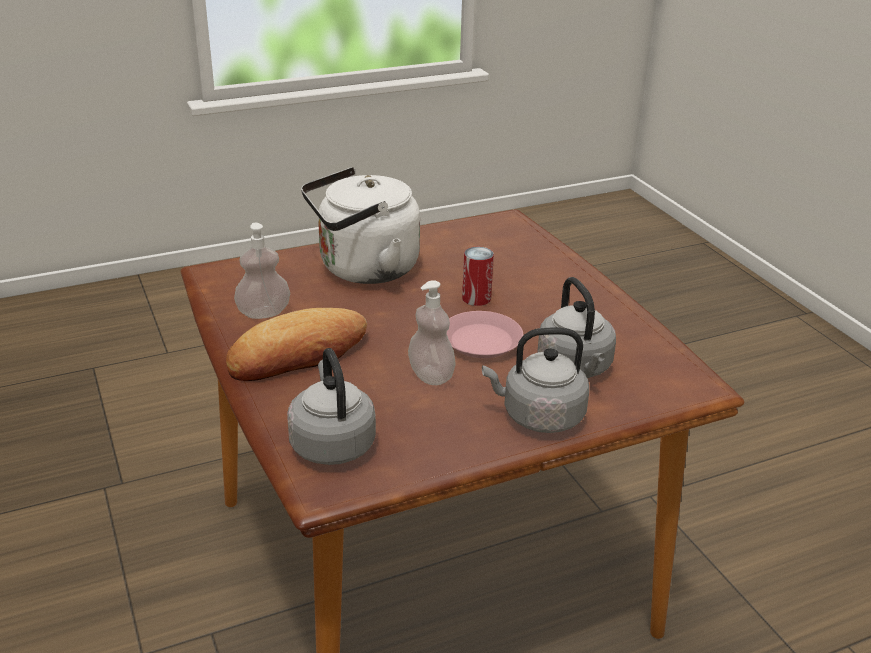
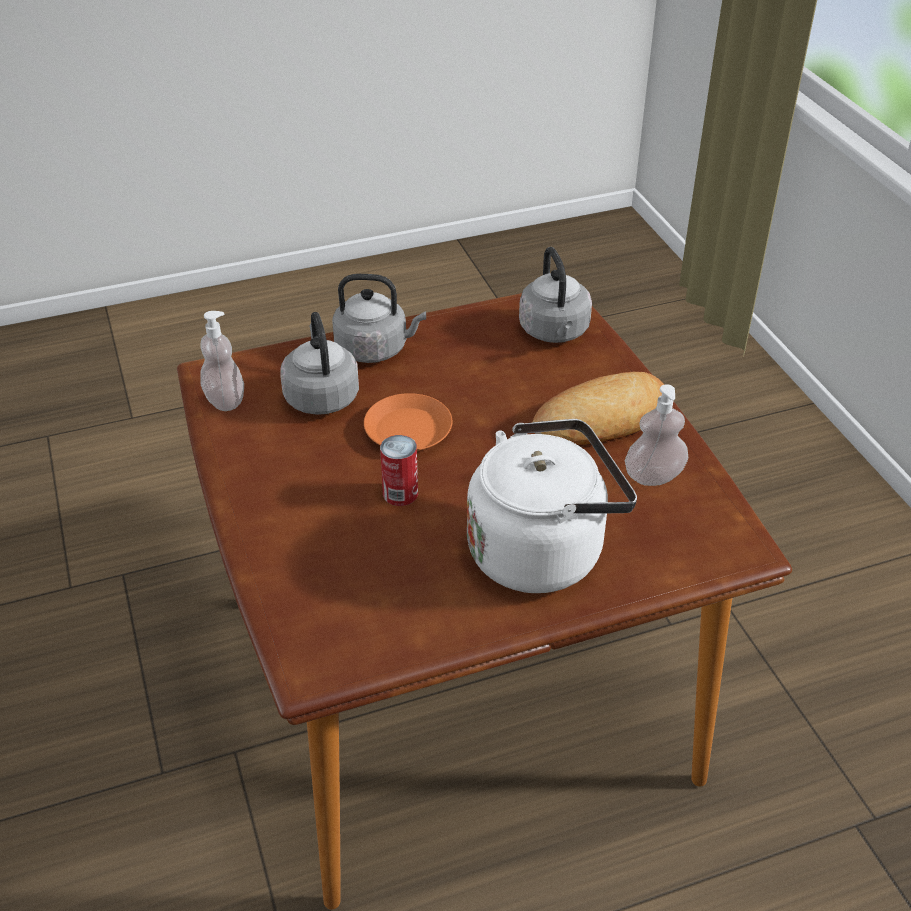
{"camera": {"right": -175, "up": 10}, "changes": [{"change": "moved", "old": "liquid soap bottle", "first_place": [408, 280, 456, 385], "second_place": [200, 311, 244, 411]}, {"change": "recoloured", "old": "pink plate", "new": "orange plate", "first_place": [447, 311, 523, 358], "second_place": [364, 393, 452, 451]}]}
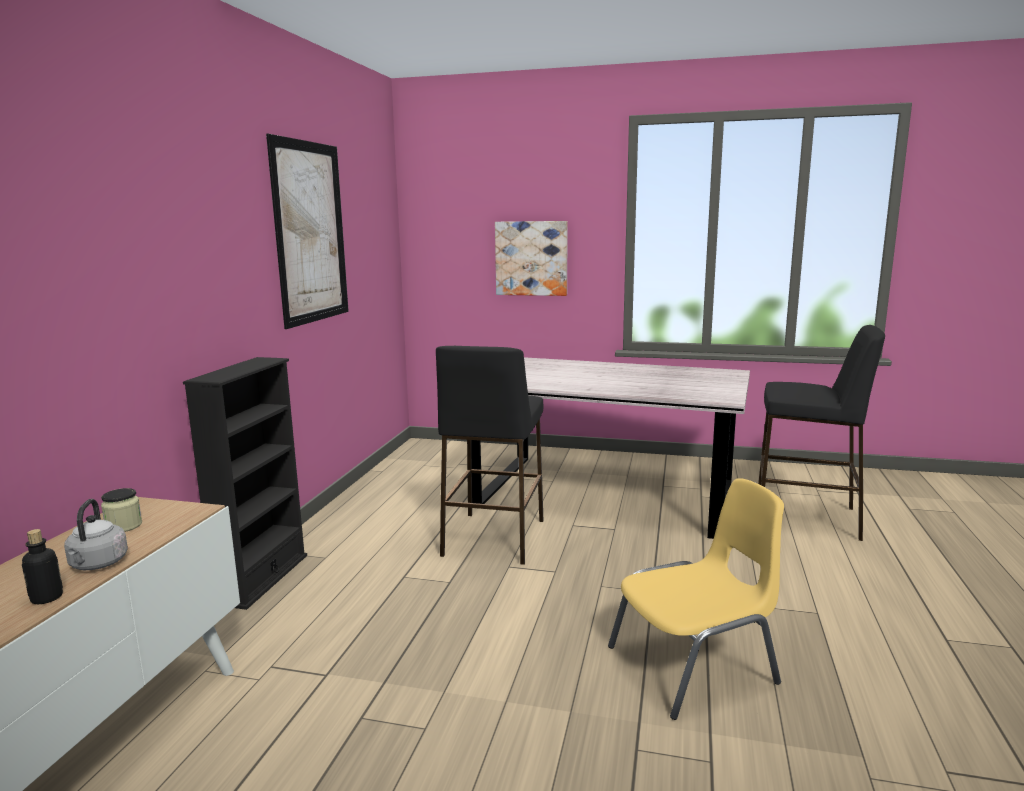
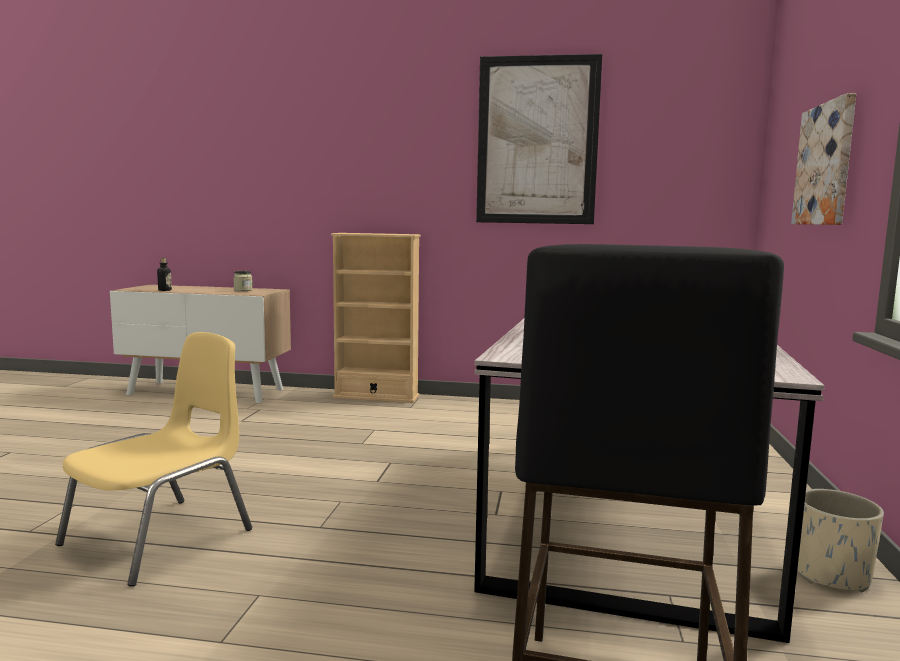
{"camera": {"right": 85, "up": -5}, "changes": [{"change": "removed", "old": "greyish water kettle", "first_place": [64, 499, 128, 570]}, {"change": "recoloured", "old": "black shelving unit", "new": "beige-coloured shelving unit", "first_place": [183, 357, 307, 610], "second_place": [331, 233, 421, 403]}, {"change": "removed", "old": "black stool seat", "first_place": [436, 346, 544, 565]}, {"change": "turned", "old": "yellow-coloured plain chair", "first_place": [608, 478, 784, 720], "second_place": [55, 332, 252, 587], "degrees": -120}, {"change": "added", "new": "beige-coloured planter", "second_place": [797, 489, 884, 592]}]}
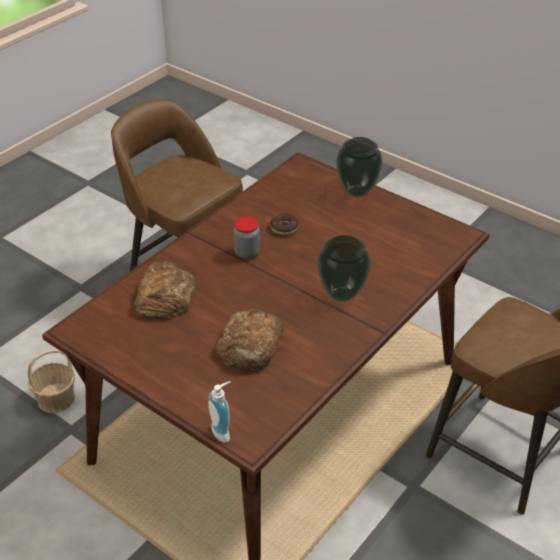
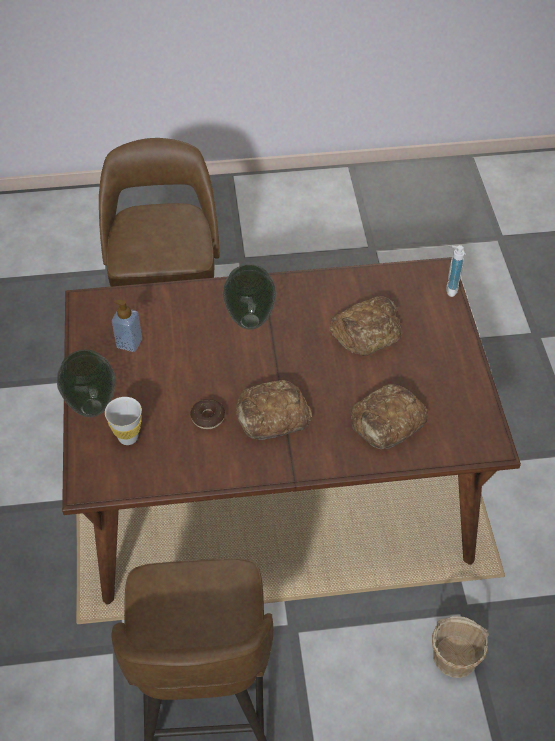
{"camera": {"right": -135, "up": 10}, "changes": [{"change": "replaced", "old": "jar", "new": "bakery bread", "first_place": [233, 216, 260, 259], "second_place": [236, 380, 312, 440]}, {"change": "added", "new": "white-coloured cup", "second_place": [105, 397, 142, 445]}, {"change": "added", "new": "liquid soap bottle", "second_place": [112, 300, 142, 352]}]}
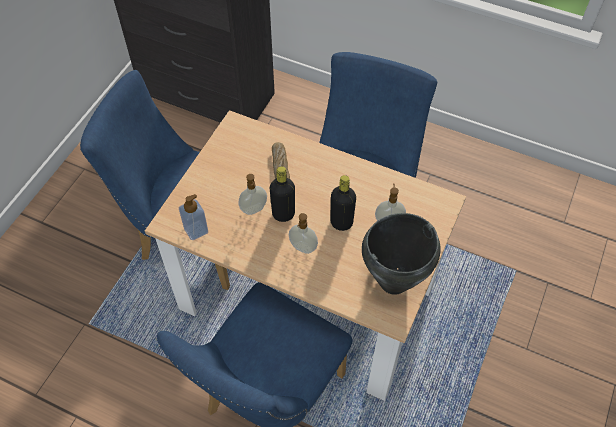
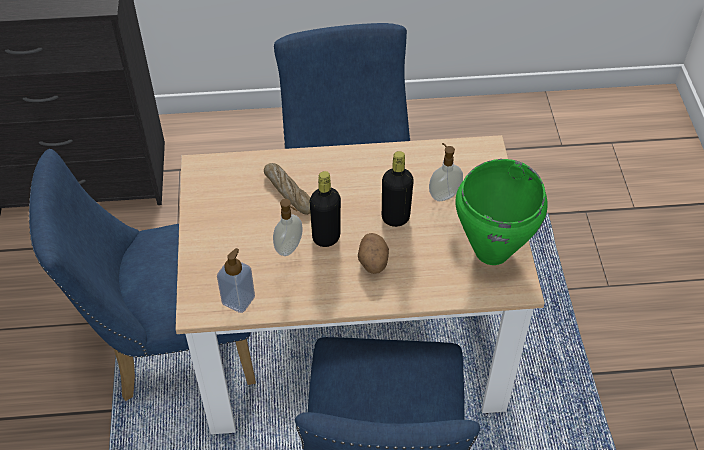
{"camera": {"right": -30, "up": -5}, "changes": [{"change": "replaced", "old": "liquid soap bottle", "new": "whole potato", "first_place": [289, 213, 318, 254], "second_place": [358, 233, 389, 274]}, {"change": "recoloured", "old": "black stockpot", "new": "greenish stockpot", "first_place": [362, 213, 441, 295], "second_place": [455, 159, 548, 265]}]}
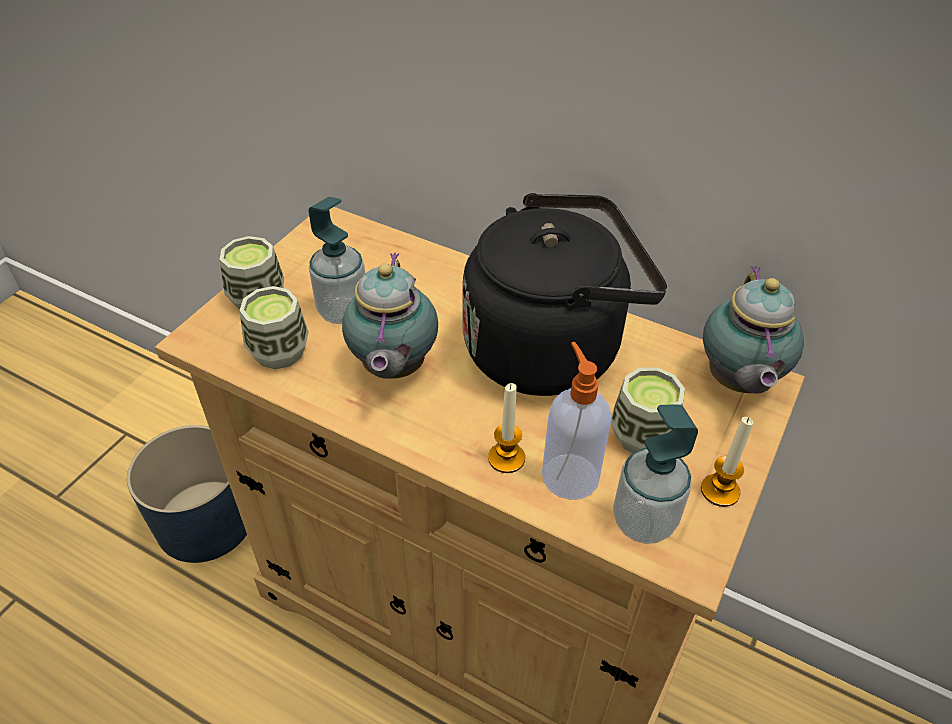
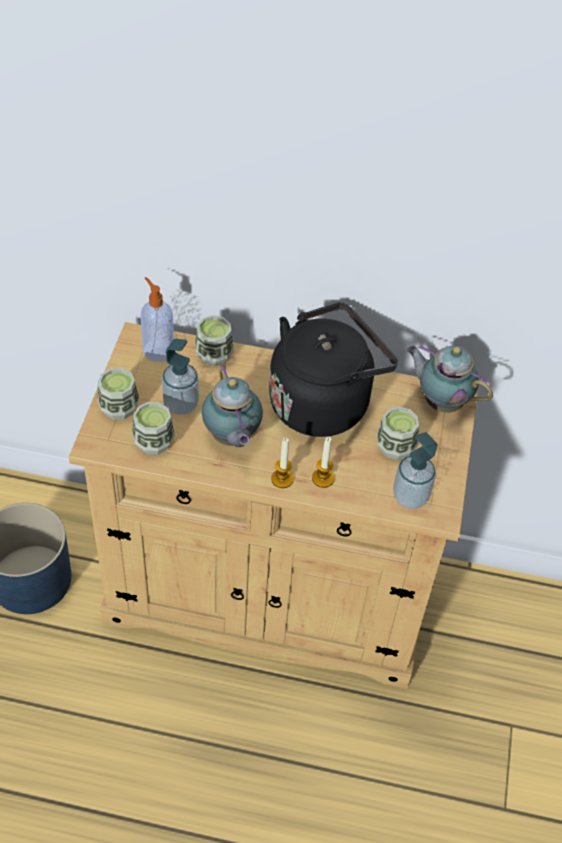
{"camera": {"right": -20, "up": 5}, "changes": [{"change": "moved", "old": "liquid soap bottle", "first_place": [542, 342, 612, 500], "second_place": [140, 277, 174, 362]}, {"change": "moved", "old": "wax candle", "first_place": [701, 417, 753, 507], "second_place": [271, 438, 294, 488]}, {"change": "turned", "old": "teapot", "first_place": [703, 266, 804, 394], "second_place": [407, 344, 493, 413], "degrees": 135}, {"change": "added", "new": "cup", "second_place": [195, 315, 234, 366]}]}
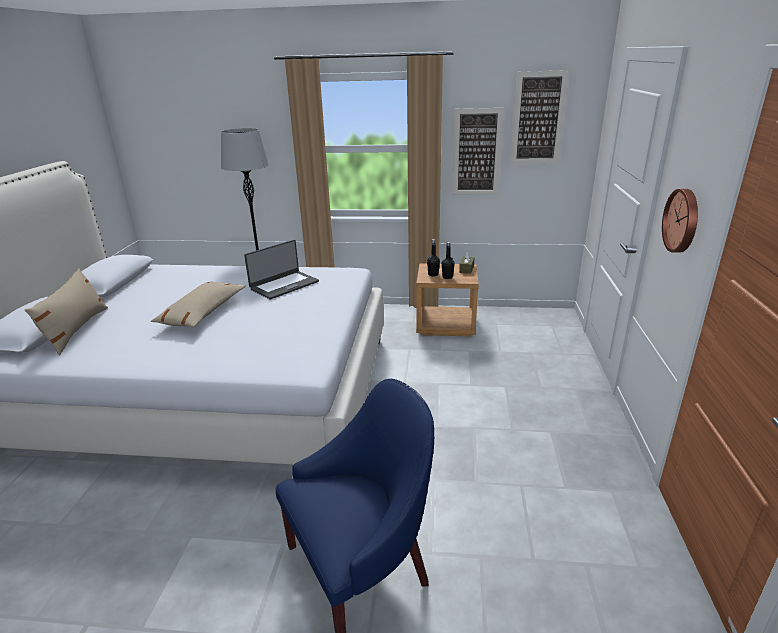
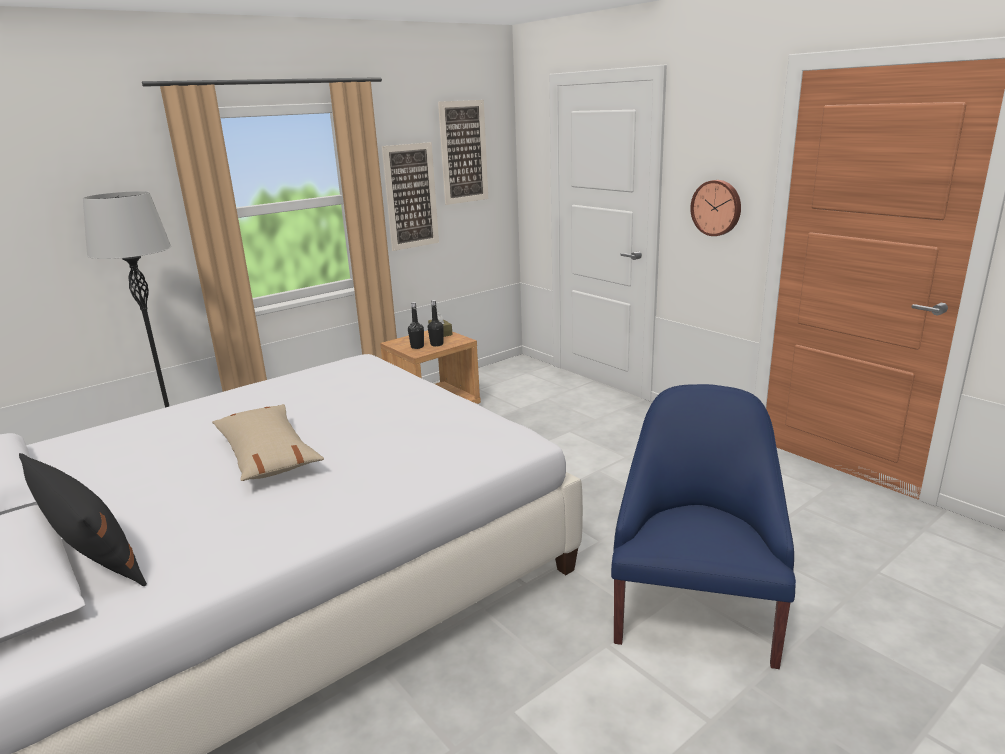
{"camera": {"right": -45, "up": -5}, "changes": [{"change": "recoloured", "old": "beige-coloured cushion", "new": "black cushion", "first_place": [25, 268, 108, 355], "second_place": [19, 453, 147, 586]}, {"change": "removed", "old": "laptop", "first_place": [244, 240, 319, 299]}]}
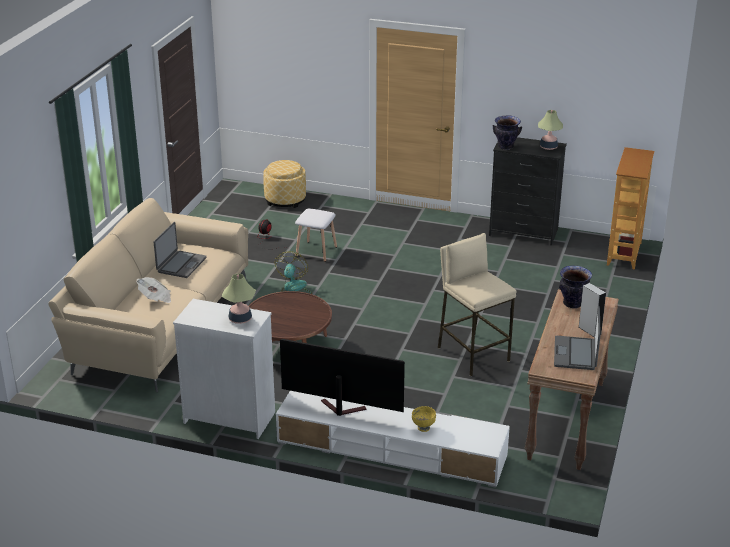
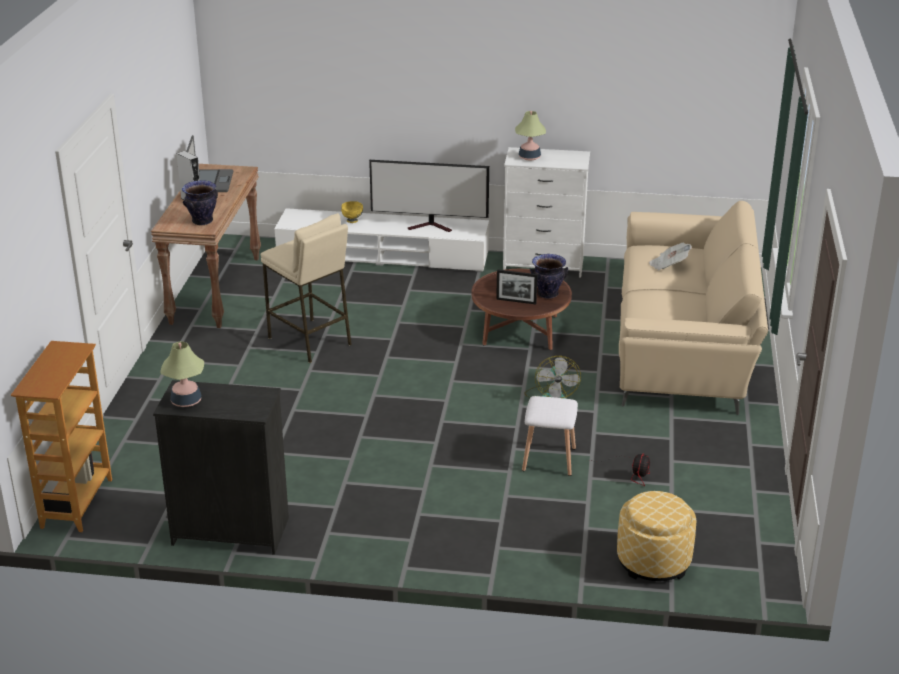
{"camera": {"right": 170, "up": 0}, "changes": [{"change": "removed", "old": "laptop", "first_place": [154, 222, 207, 278]}, {"change": "moved", "old": "decorative vase", "first_place": [493, 116, 522, 150], "second_place": [530, 254, 568, 299]}, {"change": "added", "new": "photo frame", "second_place": [496, 269, 538, 304]}]}
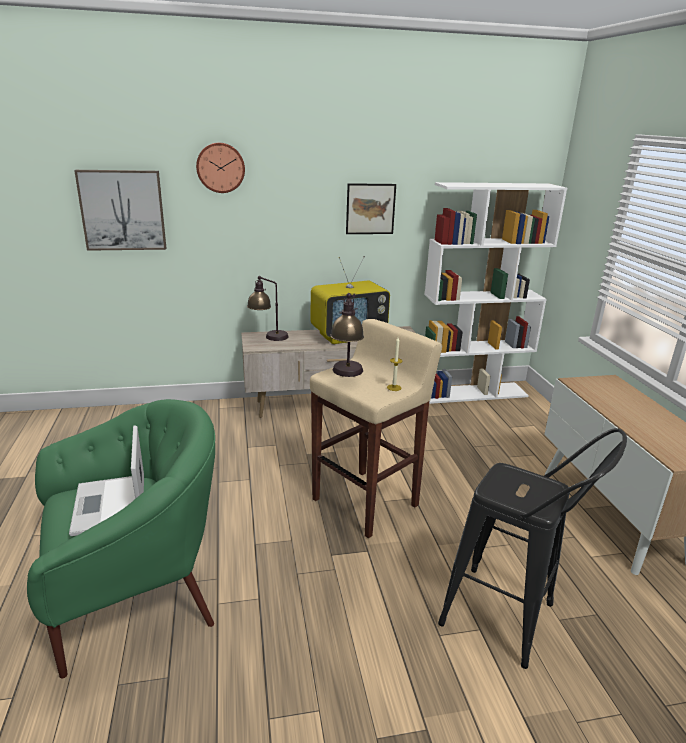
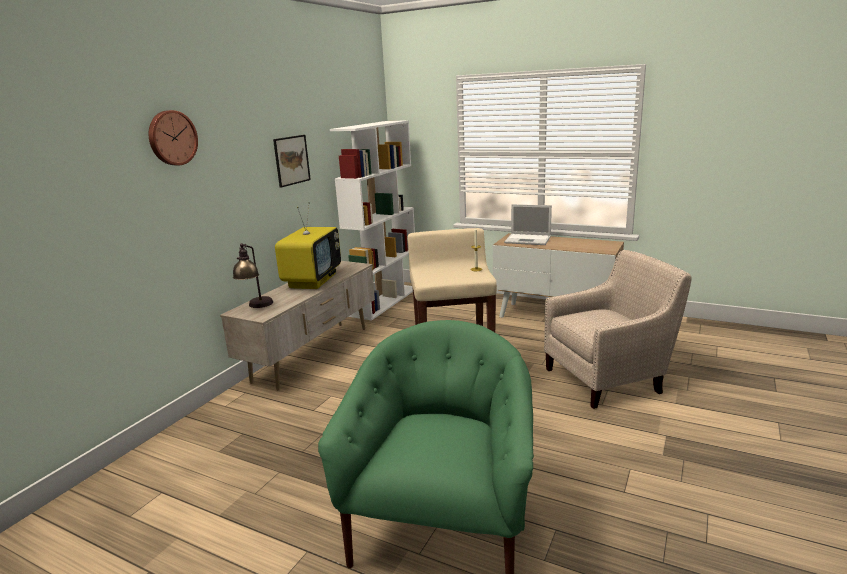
{"camera": {"right": -50, "up": -5}, "changes": [{"change": "moved", "old": "laptop", "first_place": [69, 426, 144, 536], "second_place": [504, 204, 552, 245]}, {"change": "removed", "old": "wall art", "first_place": [74, 170, 166, 251]}, {"change": "removed", "old": "table lamp", "first_place": [330, 293, 364, 377]}, {"change": "replaced", "old": "black stool seat", "new": "beige-coloured armchair", "first_place": [438, 428, 627, 669], "second_place": [544, 250, 692, 409]}]}
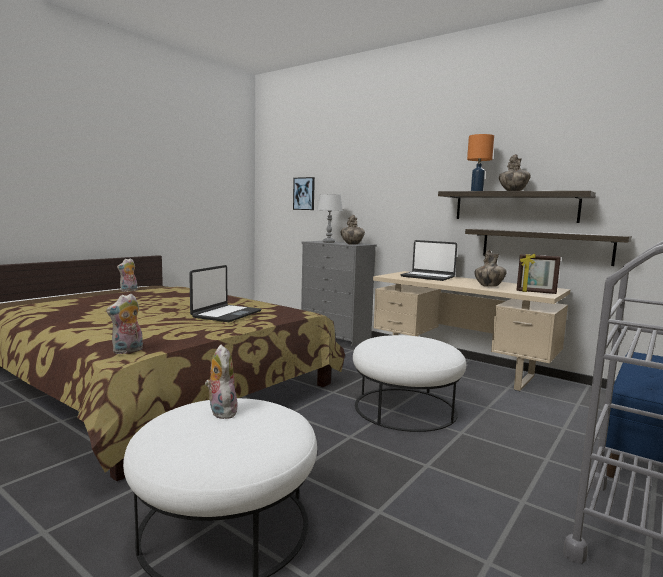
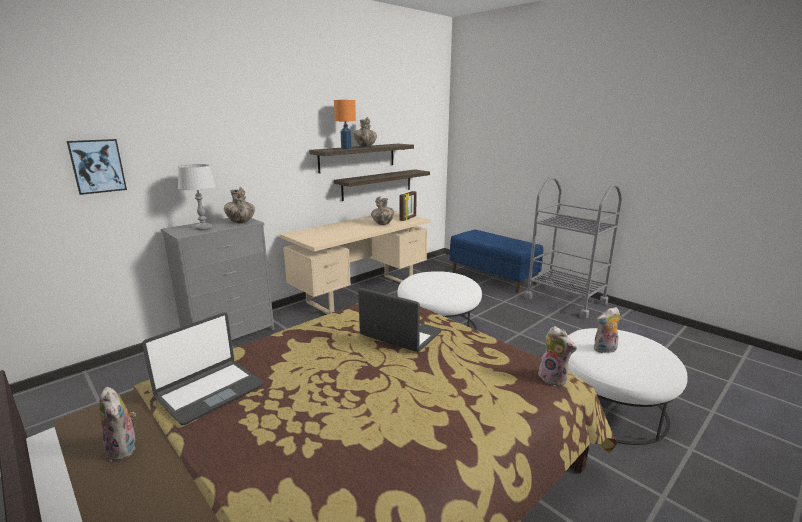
{"camera": {"right": -80, "up": 10}, "changes": [{"change": "moved", "old": "laptop", "first_place": [400, 240, 457, 281], "second_place": [142, 312, 263, 425]}]}
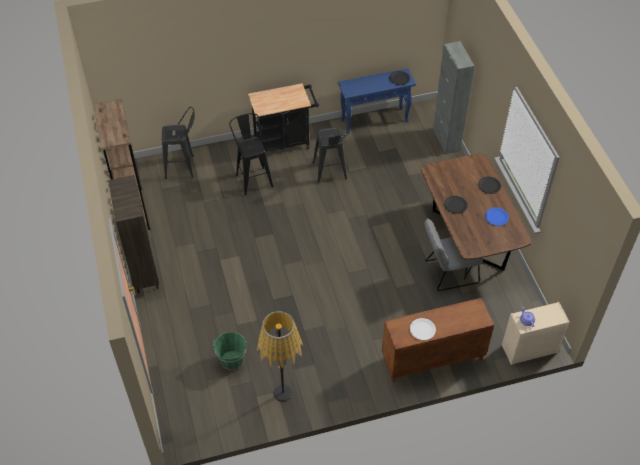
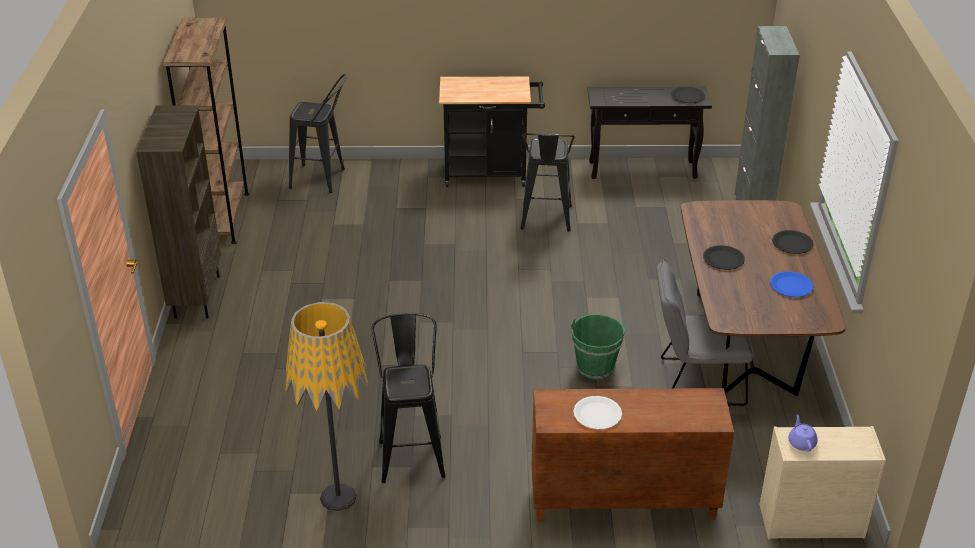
{"camera": {"right": 15, "up": -15}, "changes": [{"change": "moved", "old": "greenish bucket", "first_place": [213, 332, 247, 370], "second_place": [571, 314, 626, 380]}, {"change": "moved", "old": "black stool seat", "first_place": [229, 113, 273, 195], "second_place": [371, 313, 446, 483]}, {"change": "recoloured", "old": "blue-coloured hall table", "new": "black hall table", "first_place": [338, 68, 416, 134], "second_place": [587, 86, 712, 179]}]}
